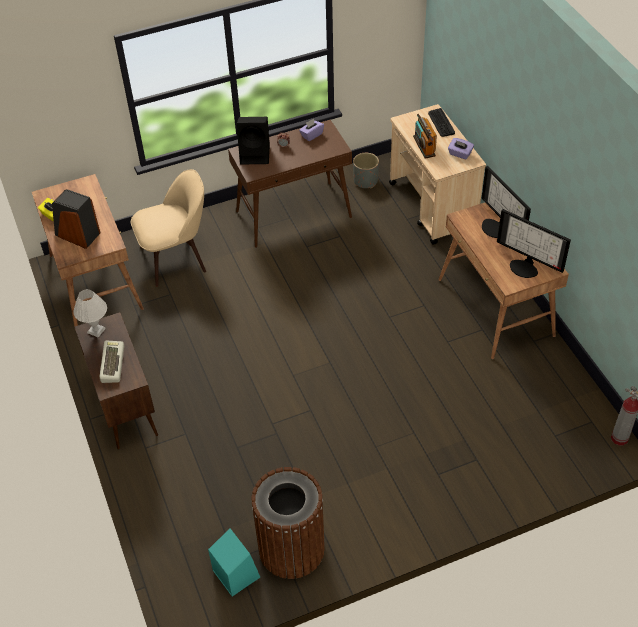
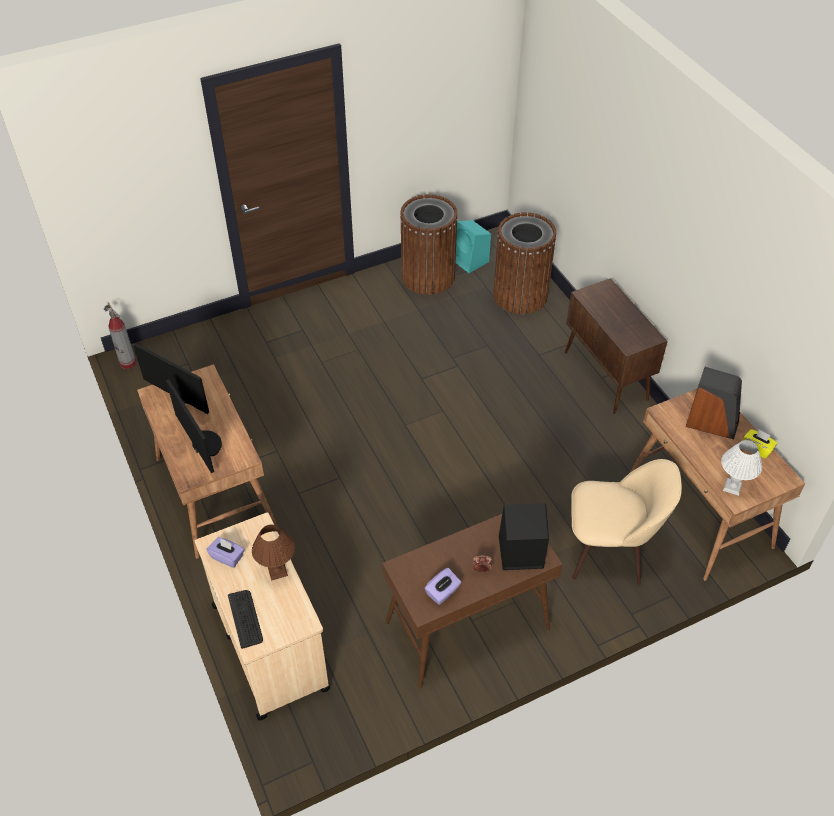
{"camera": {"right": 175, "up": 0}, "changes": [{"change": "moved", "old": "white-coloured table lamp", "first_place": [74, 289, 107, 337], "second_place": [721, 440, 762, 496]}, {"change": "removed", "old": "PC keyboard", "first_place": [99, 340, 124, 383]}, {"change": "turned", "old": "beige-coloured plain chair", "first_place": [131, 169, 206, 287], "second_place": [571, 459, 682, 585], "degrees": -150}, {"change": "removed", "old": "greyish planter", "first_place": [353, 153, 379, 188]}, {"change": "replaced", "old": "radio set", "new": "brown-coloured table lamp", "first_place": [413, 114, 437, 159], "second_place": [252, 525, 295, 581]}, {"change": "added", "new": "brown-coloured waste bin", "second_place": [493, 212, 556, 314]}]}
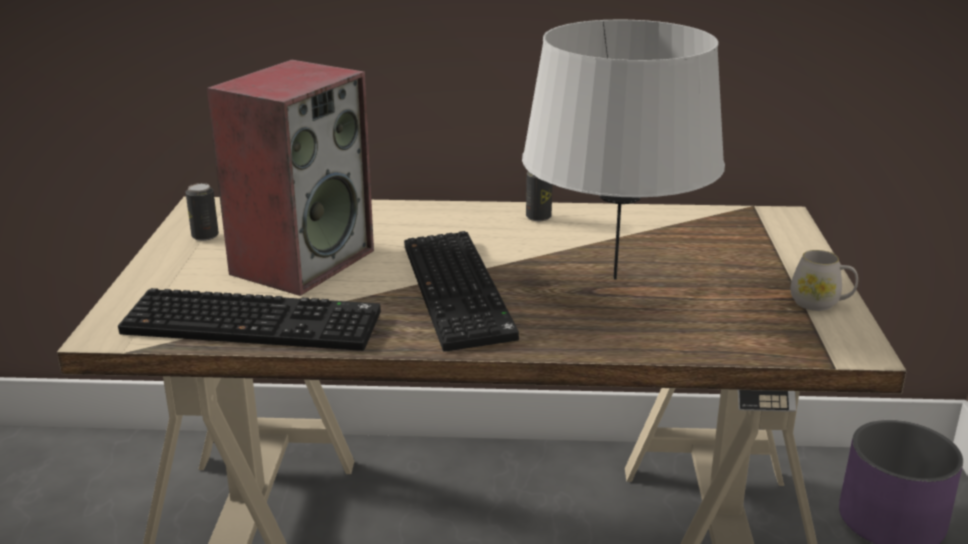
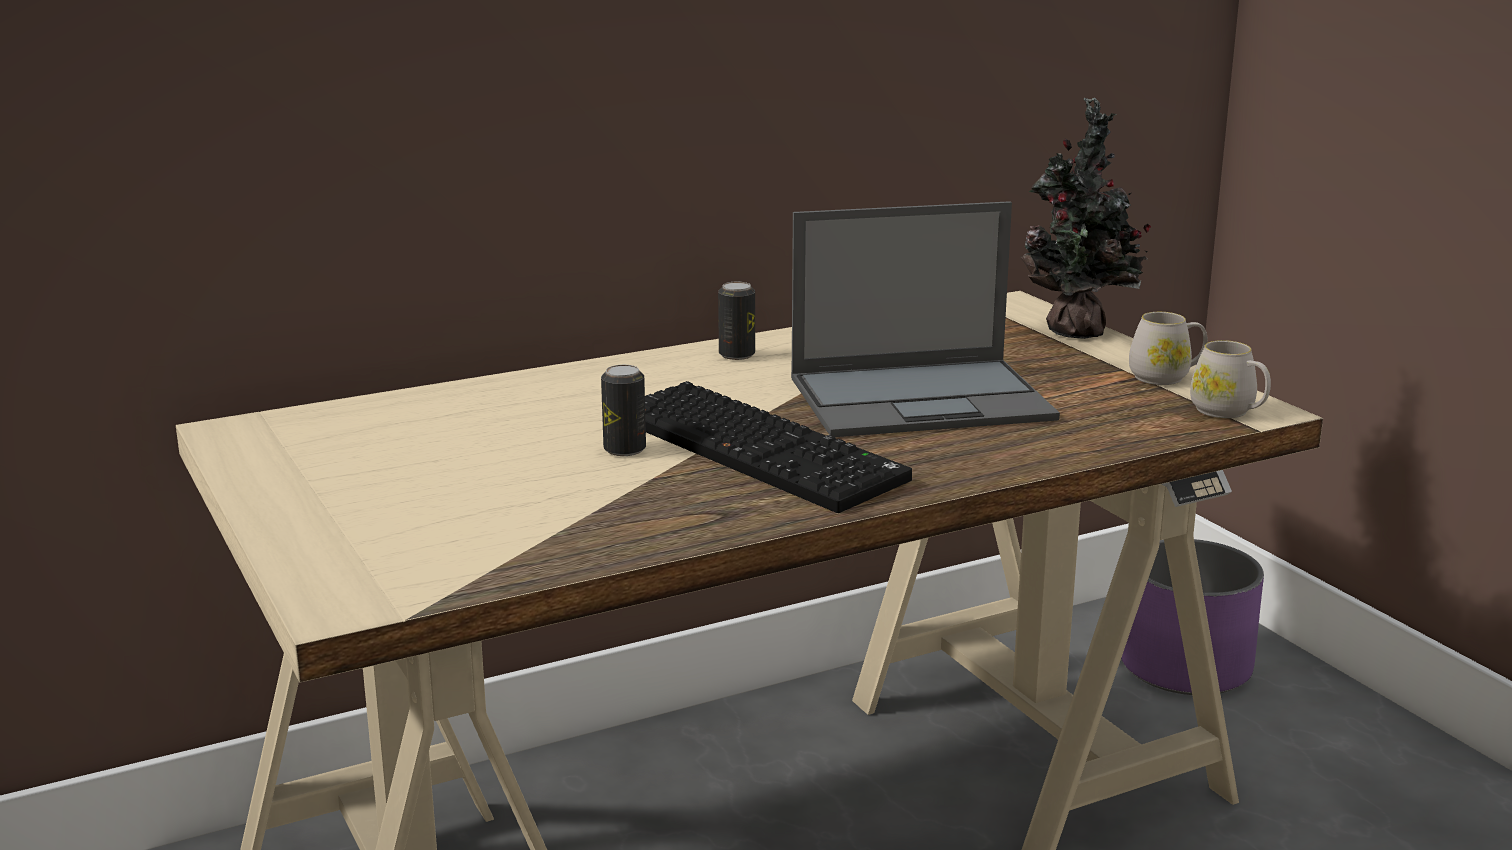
{"camera": {"right": -30, "up": -5}, "changes": [{"change": "removed", "old": "PC keyboard", "first_place": [118, 288, 381, 351]}, {"change": "moved", "old": "can", "first_place": [186, 183, 219, 241], "second_place": [601, 365, 646, 456]}, {"change": "removed", "old": "audio speaker", "first_place": [207, 60, 374, 296]}, {"change": "replaced", "old": "greyish table lamp", "new": "laptop", "first_place": [522, 19, 725, 280], "second_place": [791, 201, 1060, 437]}, {"change": "added", "new": "potted plant", "second_place": [1020, 98, 1151, 339]}, {"change": "added", "new": "white-coloured mug", "second_place": [1190, 340, 1271, 418]}]}
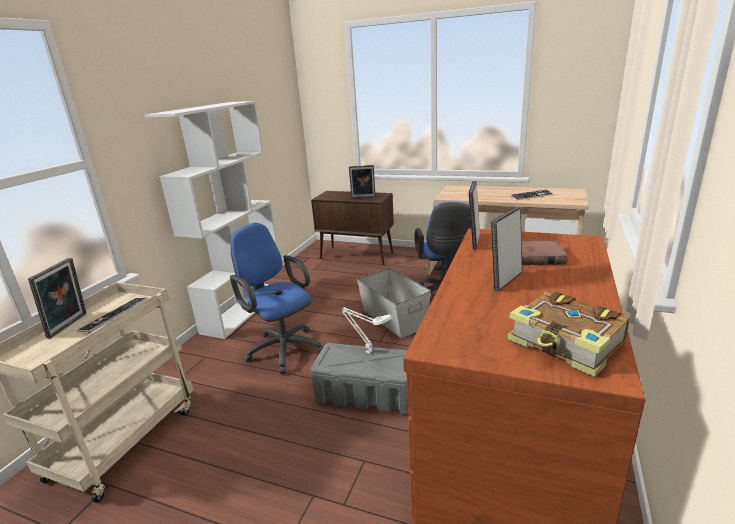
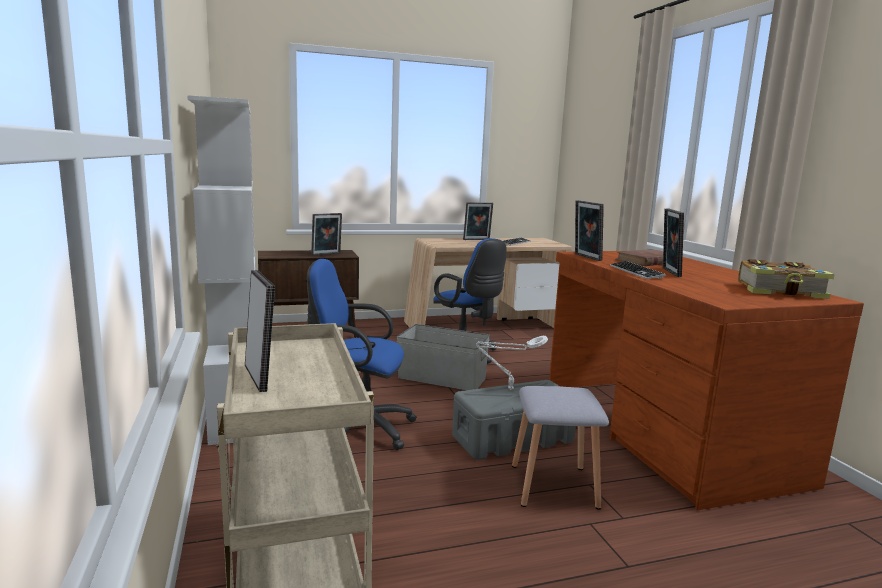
{"camera": {"right": -40, "up": -10}, "changes": [{"change": "moved", "old": "PC keyboard", "first_place": [77, 298, 148, 334], "second_place": [610, 261, 665, 279]}, {"change": "added", "new": "photo frame", "second_place": [463, 202, 493, 240]}, {"change": "added", "new": "greyish stool seat", "second_place": [512, 386, 609, 510]}]}
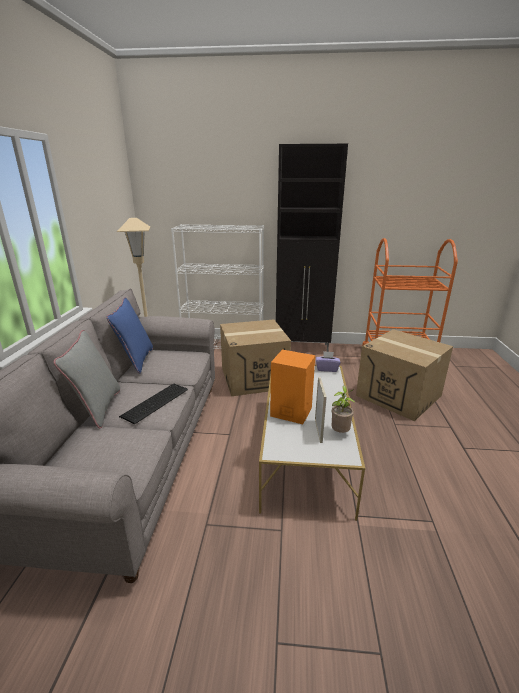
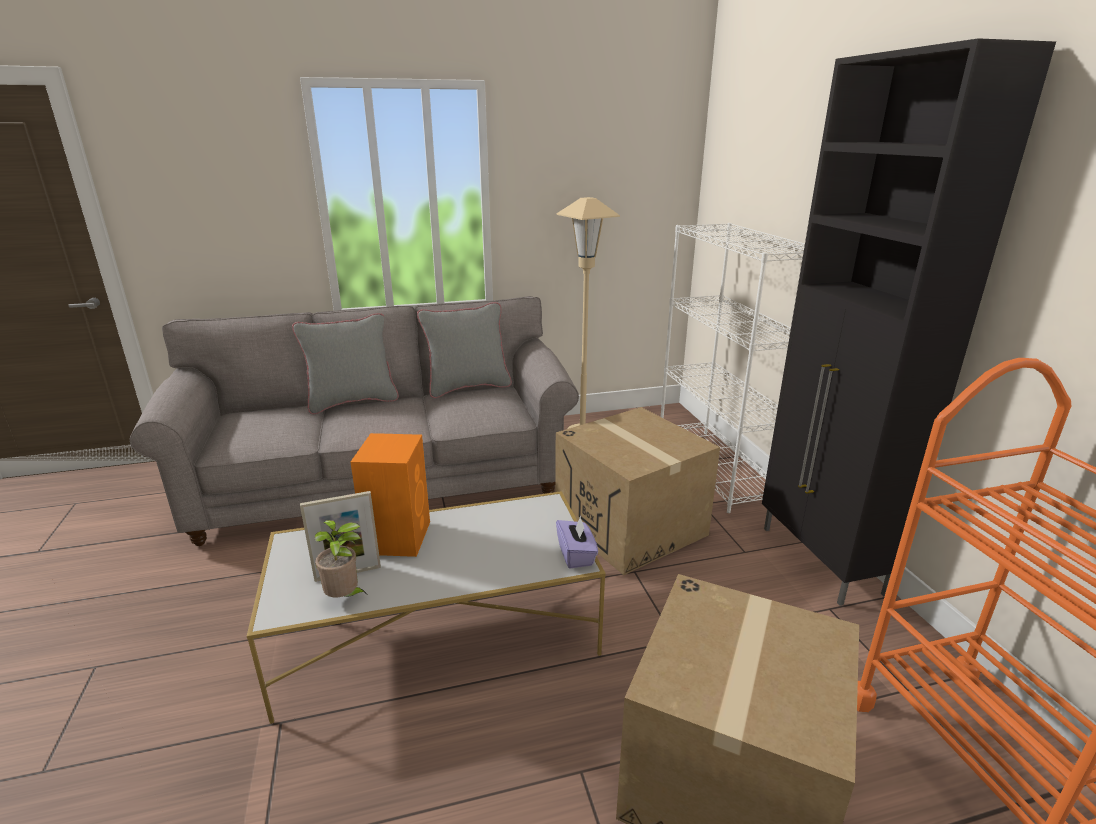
{"camera": {"right": 70, "up": 0}, "changes": [{"change": "recoloured", "old": "blue-coloured cushion", "new": "greyish cushion", "first_place": [107, 297, 153, 374], "second_place": [417, 302, 512, 398]}, {"change": "removed", "old": "PC keyboard", "first_place": [119, 384, 188, 424]}]}
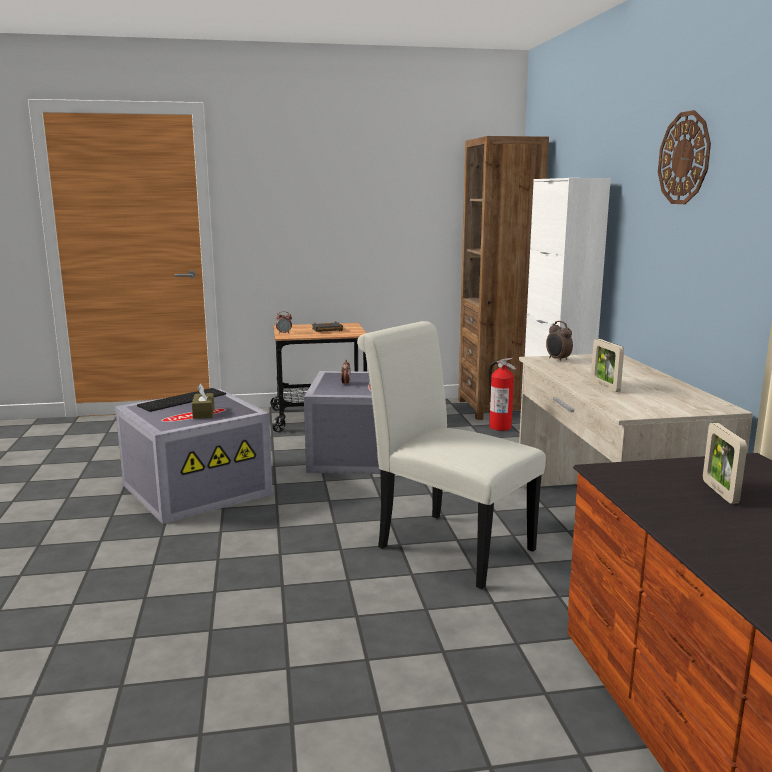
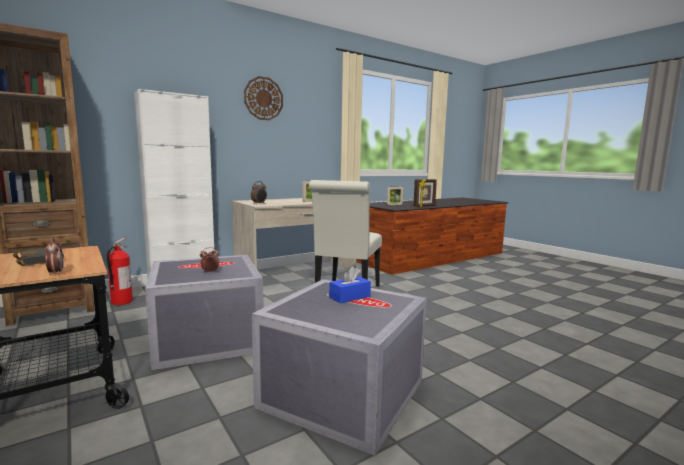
{"camera": {"right": -115, "up": -5}, "changes": [{"change": "removed", "old": "PC keyboard", "first_place": [137, 388, 226, 412]}, {"change": "recoloured", "old": "brown-coloured tissue holder", "new": "blue-coloured tissue holder", "first_place": [192, 384, 214, 419], "second_place": [329, 266, 371, 303]}, {"change": "added", "new": "photo frame", "second_place": [413, 178, 437, 207]}]}
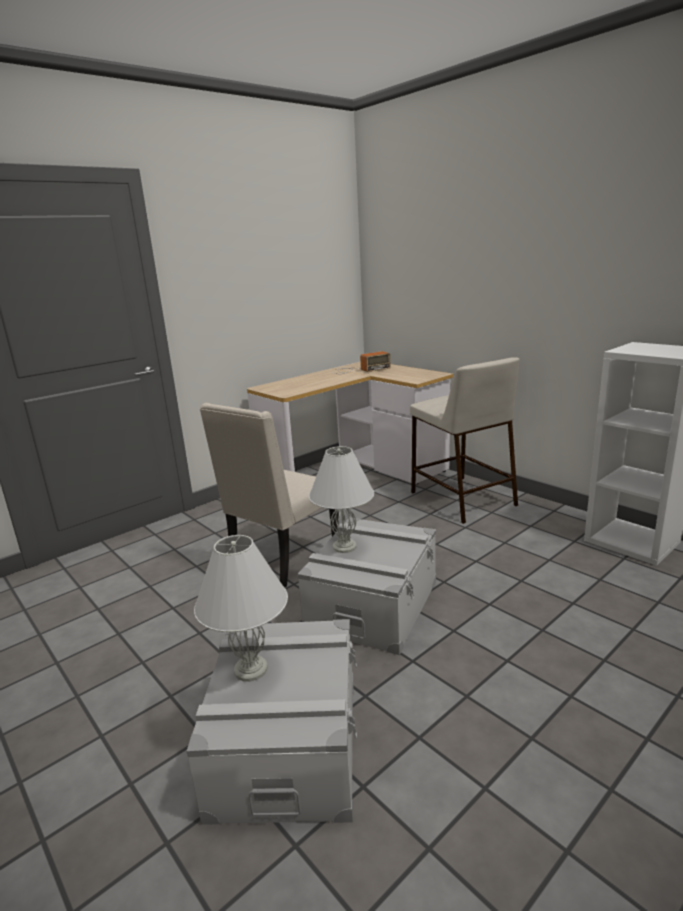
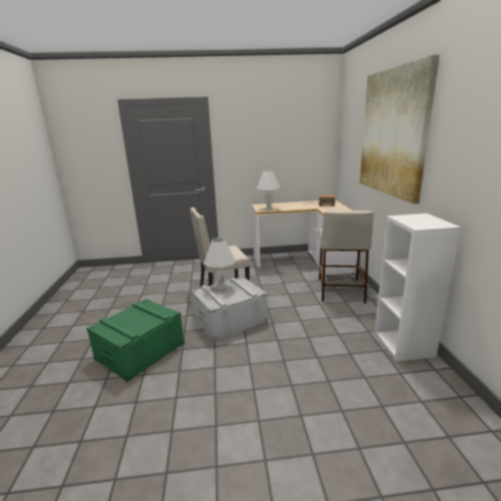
{"camera": {"right": 35, "up": 0}, "changes": [{"change": "recoloured", "old": "greyish storage container", "new": "greenish storage container", "first_place": [187, 619, 357, 825], "second_place": [87, 299, 184, 382]}, {"change": "moved", "old": "white-coloured table lamp", "first_place": [194, 535, 288, 681], "second_place": [256, 170, 281, 211]}, {"change": "added", "new": "wall art", "second_place": [360, 55, 440, 204]}]}
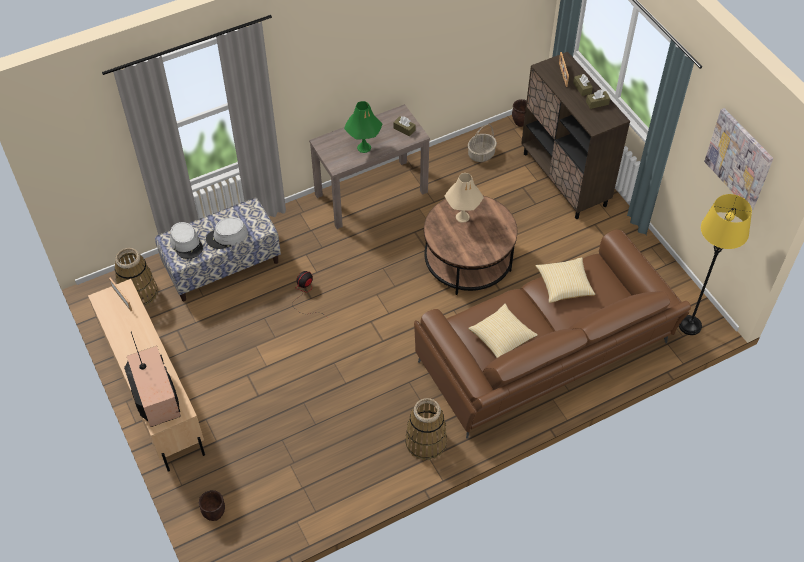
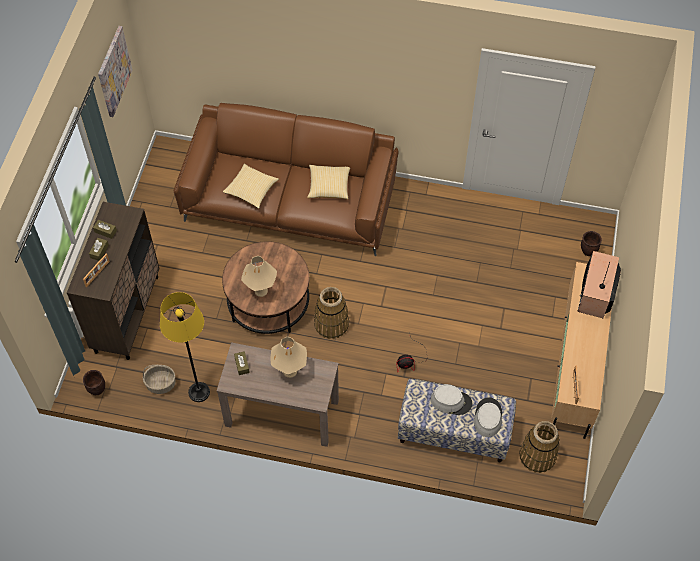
{"camera": {"right": -140, "up": 5}, "changes": [{"change": "recoloured", "old": "greenish table lamp", "new": "beige-coloured table lamp", "first_place": [344, 101, 383, 153], "second_place": [271, 337, 307, 378]}, {"change": "moved", "old": "household basket", "first_place": [405, 398, 447, 460], "second_place": [314, 287, 349, 339]}, {"change": "moved", "old": "yellow-coloured standard lamp", "first_place": [679, 194, 752, 335], "second_place": [160, 292, 210, 402]}]}
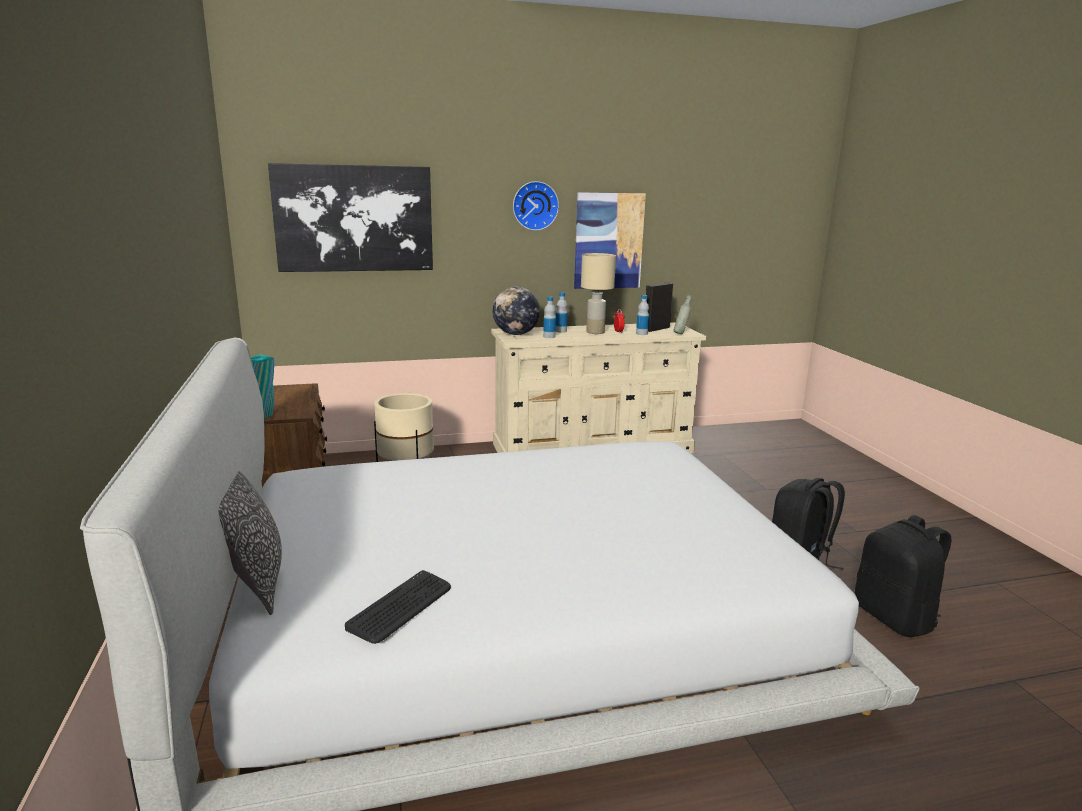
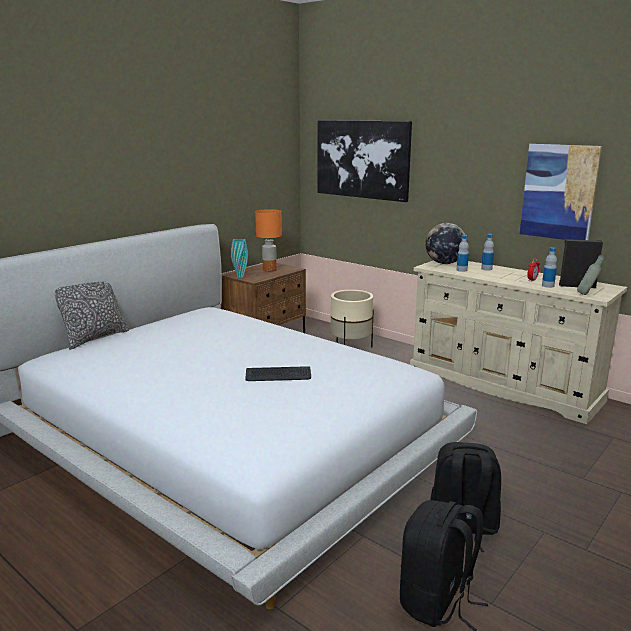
{"camera": {"right": 55, "up": 0}, "changes": [{"change": "moved", "old": "PC keyboard", "first_place": [345, 570, 451, 644], "second_place": [246, 366, 311, 381]}, {"change": "removed", "old": "hanging clock", "first_place": [513, 181, 559, 231]}, {"change": "removed", "old": "beige-coloured table lamp", "first_place": [581, 253, 616, 334]}, {"change": "added", "new": "orange table lamp", "second_place": [255, 209, 282, 272]}]}
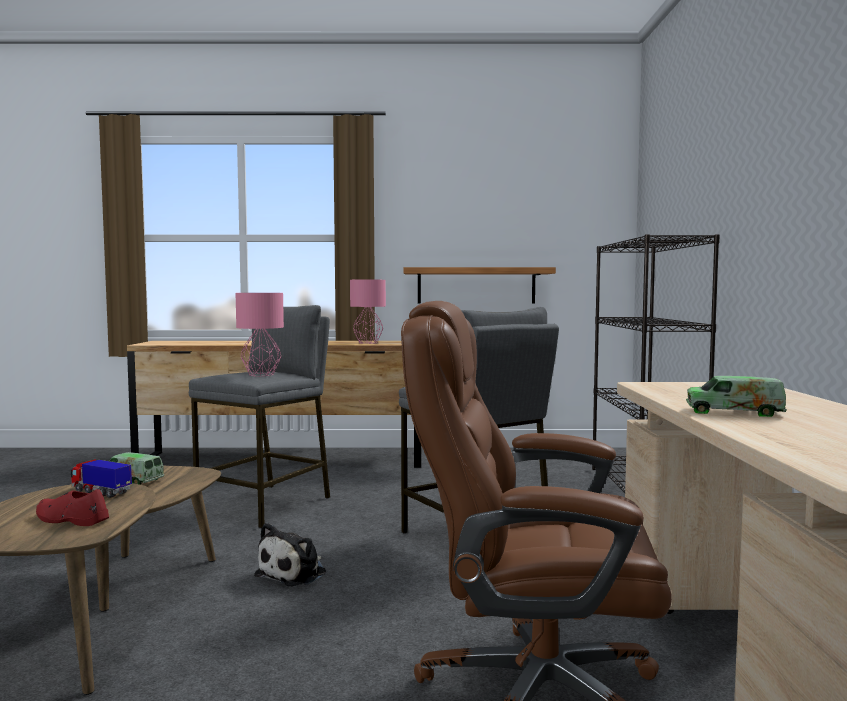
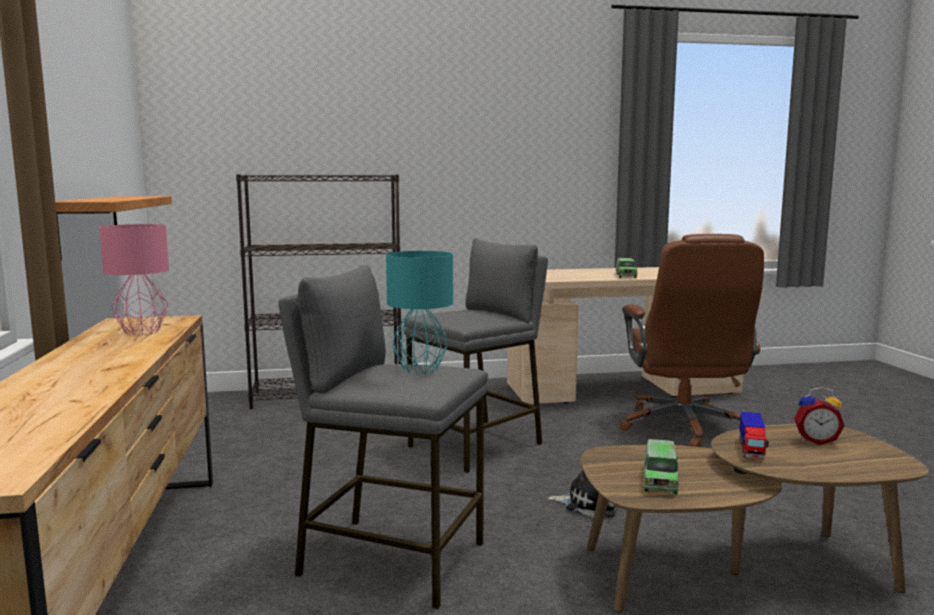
{"camera": {"right": -100, "up": 5}, "changes": [{"change": "replaced", "old": "red-coloured shoe", "new": "bedside clock", "first_place": [36, 489, 109, 526], "second_place": [794, 387, 845, 445]}, {"change": "recoloured", "old": "pink table lamp", "new": "turquoise-coloured table lamp", "first_place": [236, 293, 284, 376], "second_place": [386, 251, 453, 374]}]}
